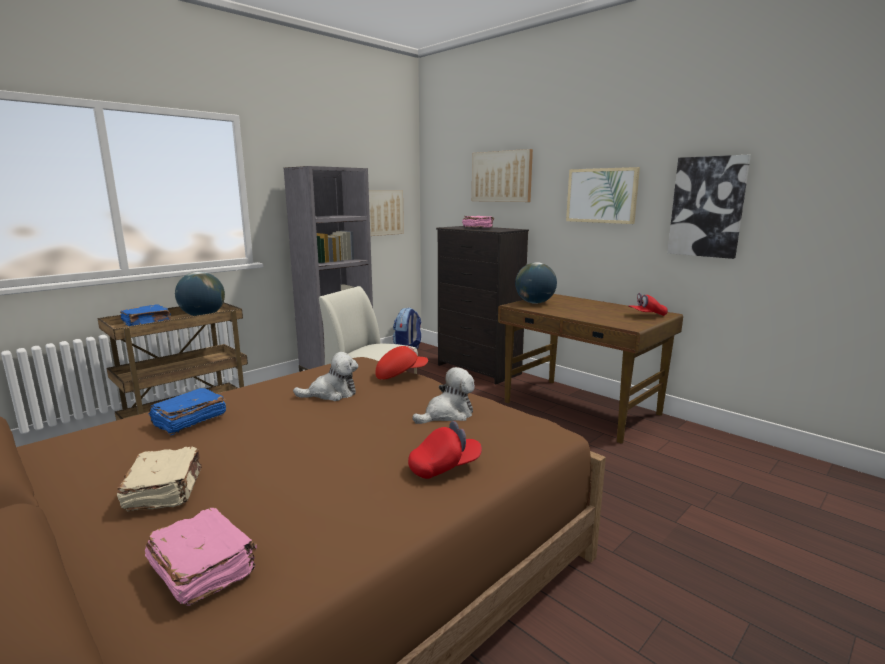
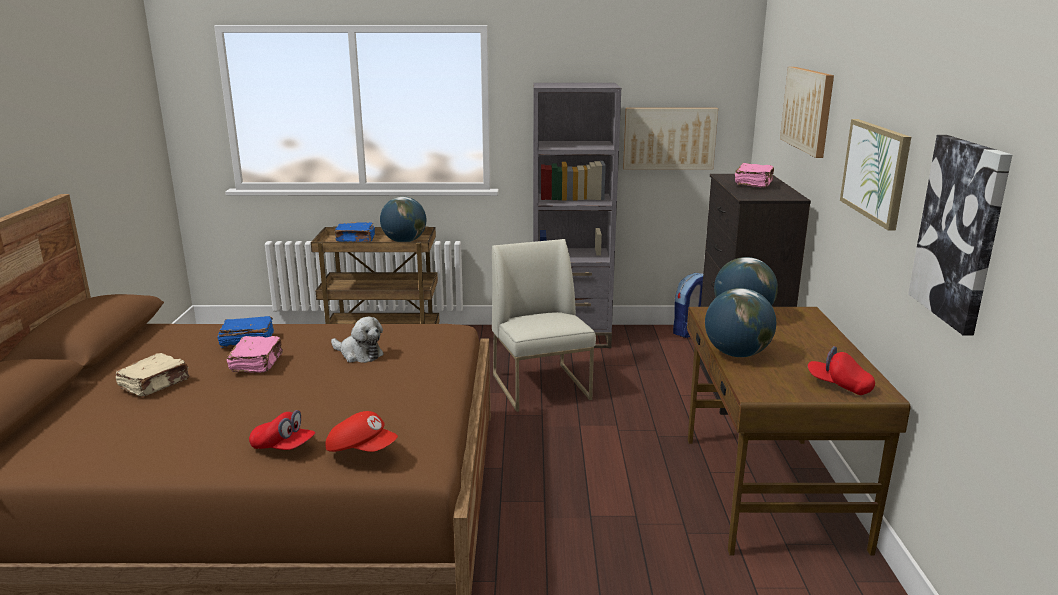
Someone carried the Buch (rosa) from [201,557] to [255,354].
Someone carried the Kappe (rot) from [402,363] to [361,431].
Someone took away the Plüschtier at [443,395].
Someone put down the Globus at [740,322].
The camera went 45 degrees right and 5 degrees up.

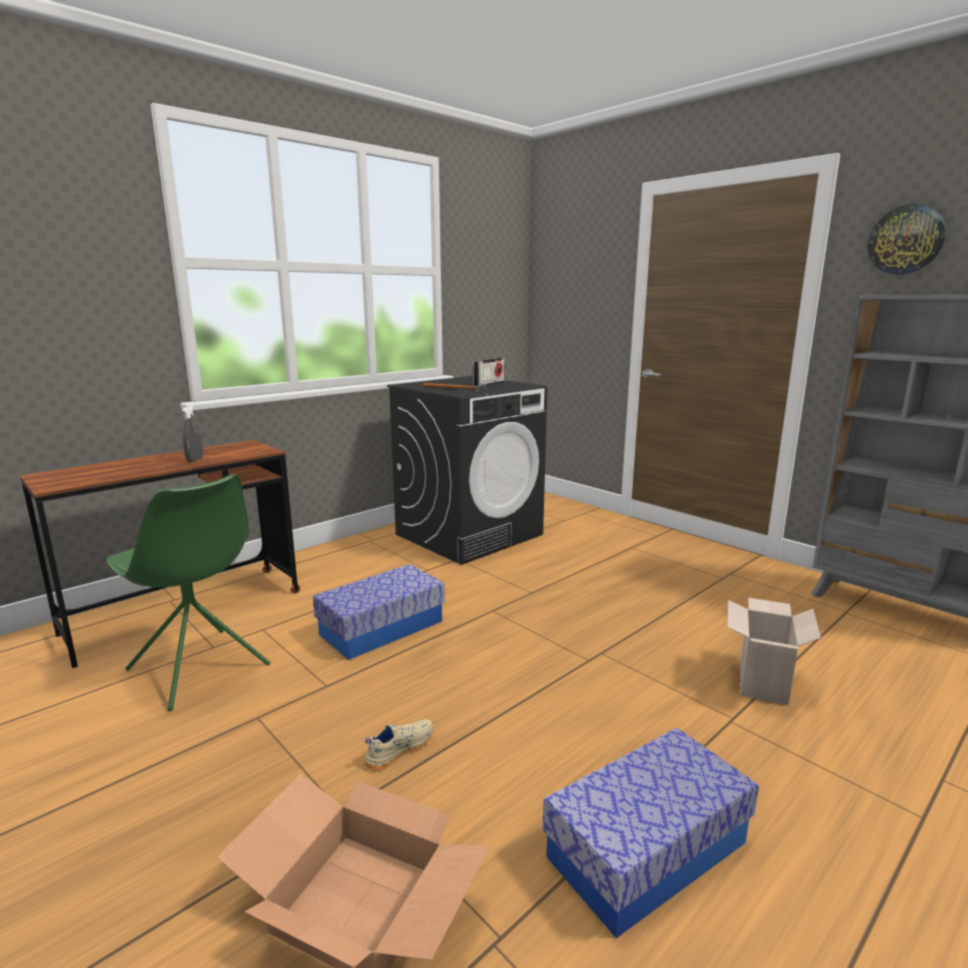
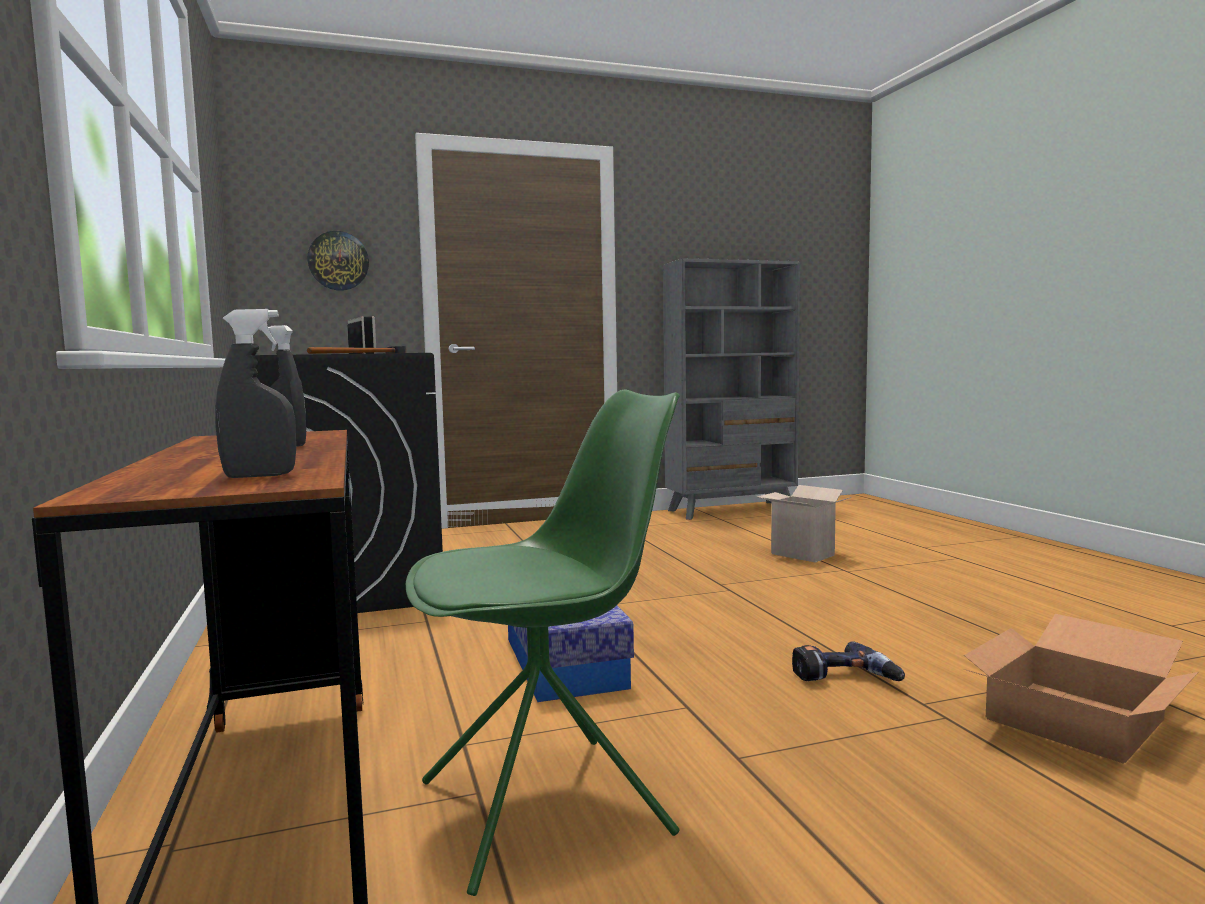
Someone swapped the Schuh (beige) at [399,745] for the Bohrmaschine at [848,661].
Someone took away the Aufbewahrungsbox at [650,833].
Someone carried the Wanduhr from [906,239] to [338,261].
Someone put down the Sprühflasche (grau) at [255,393].
The camera went 65 degrees left and 10 degrees down.

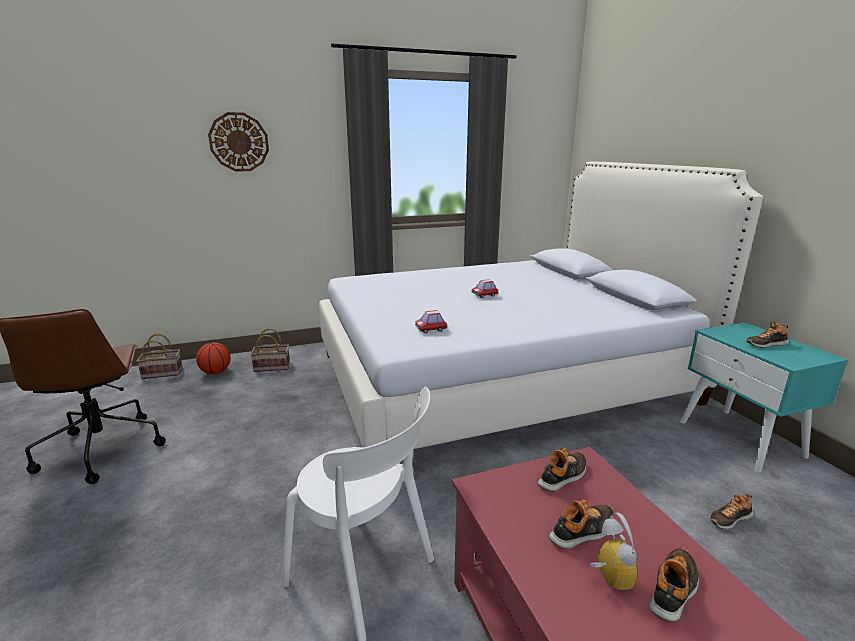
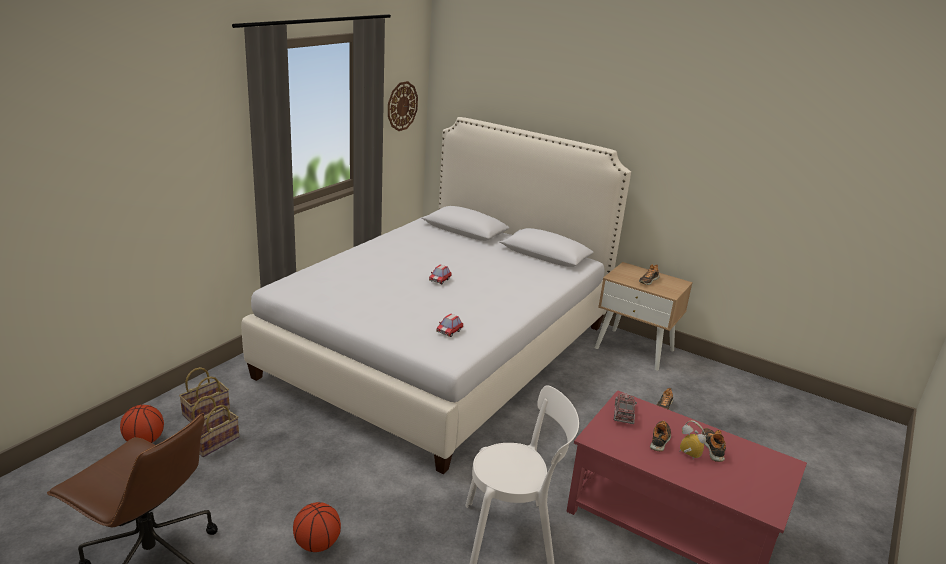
Someone carried the Korb from [160,356] to [215,426].
Someone carried the Wanduhr from [238,142] to [403,106].
Someone swapped the Schuh at [562,470] for the Spielzeuglaster at [625,408].
Someone repainted the Nachttisch (türkis) at [764,397], which became the Nachttisch (beige) at [644,316].
Someone put down the Basketball at [317,527].
The camera went 40 degrees left and 5 degrees up.

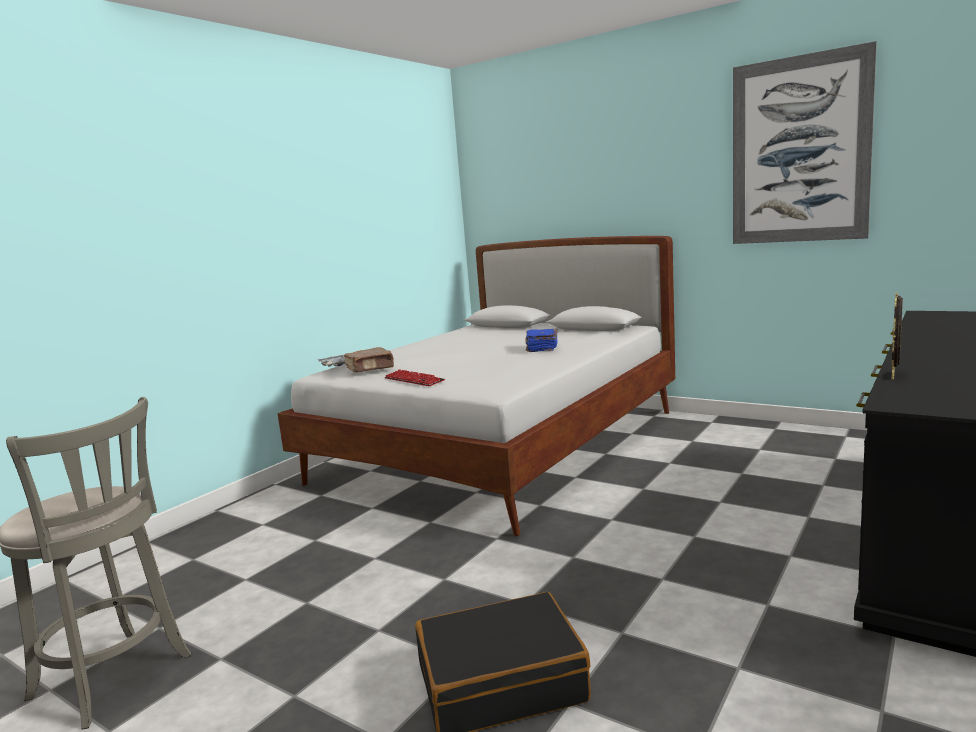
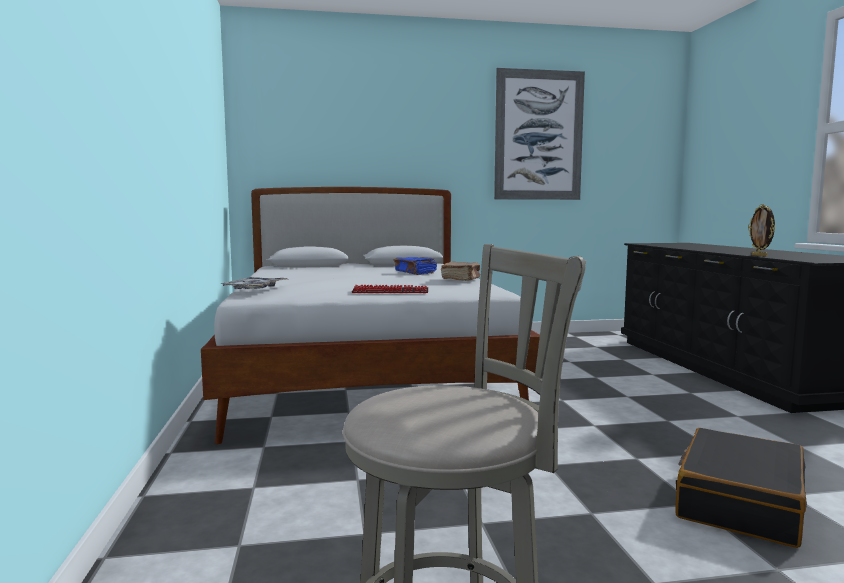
Someone carried the Buch (braun) from [369,359] to [460,271].
The camera went 45 degrees left and 5 degrees down.

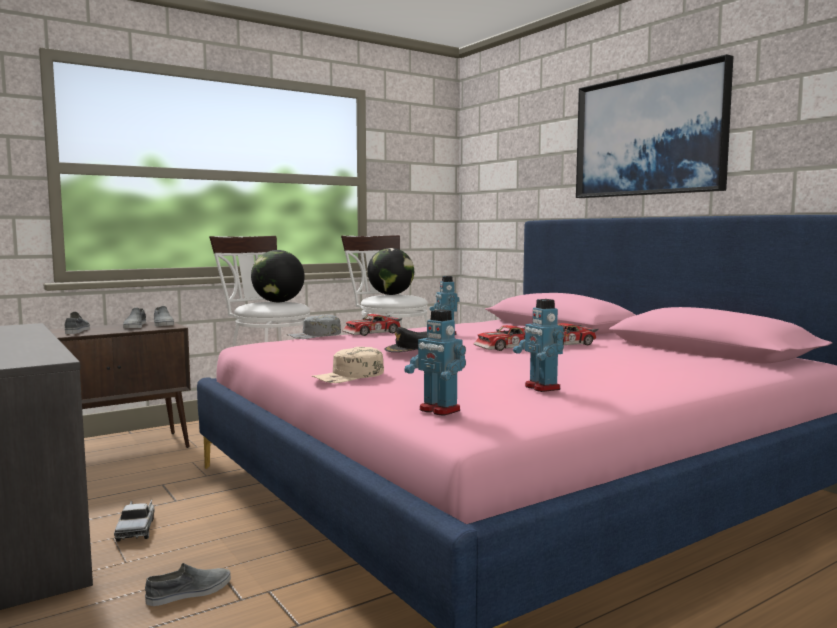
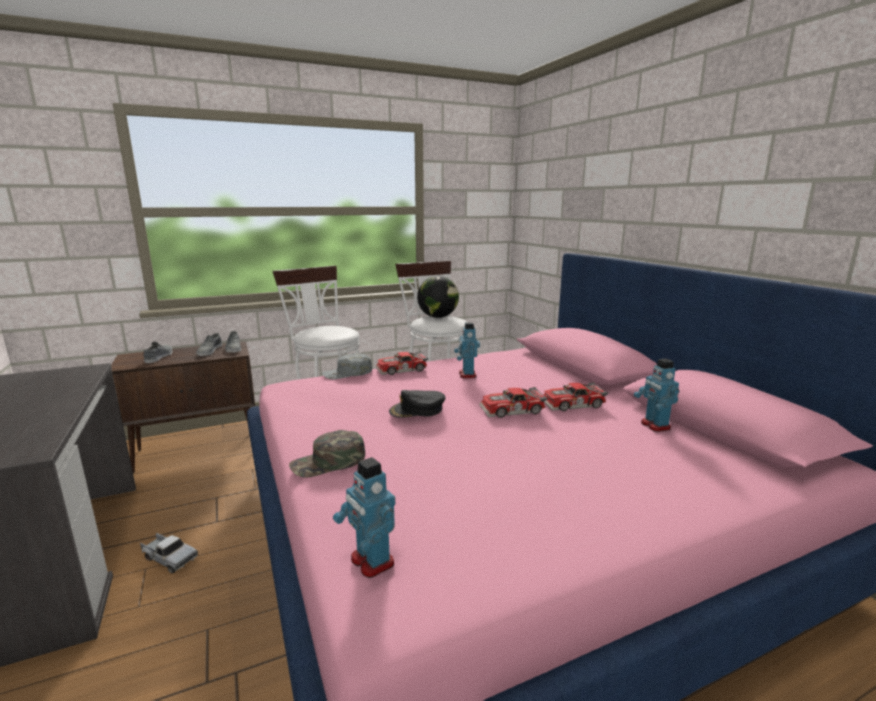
Someone rotated the Spielzeuglaster at [134,521] by 60 degrees counterclockwise.
Someone took away the Schuh (grau) at [188,584].
Someone took away the Globus at [278,276].
Someone repainted the Kappe (beige) at [347,365], which became the Kappe (grün) at [327,454].
Someone carried the Spielzeugroboter from [538,345] to [656,395].
Someone took away the Bild at [654,126].
The camera went 10 degrees right and 10 degrees up.

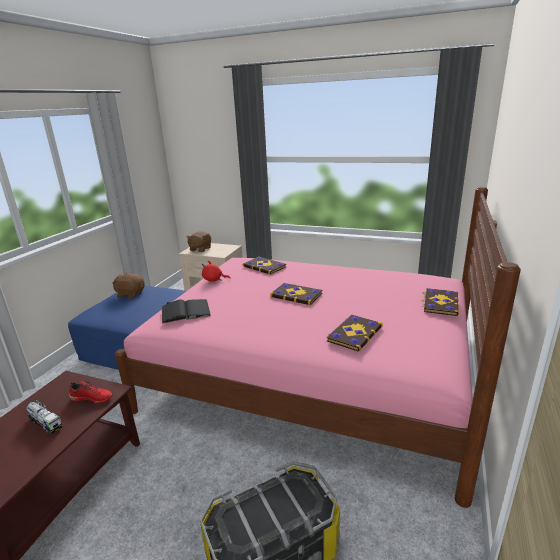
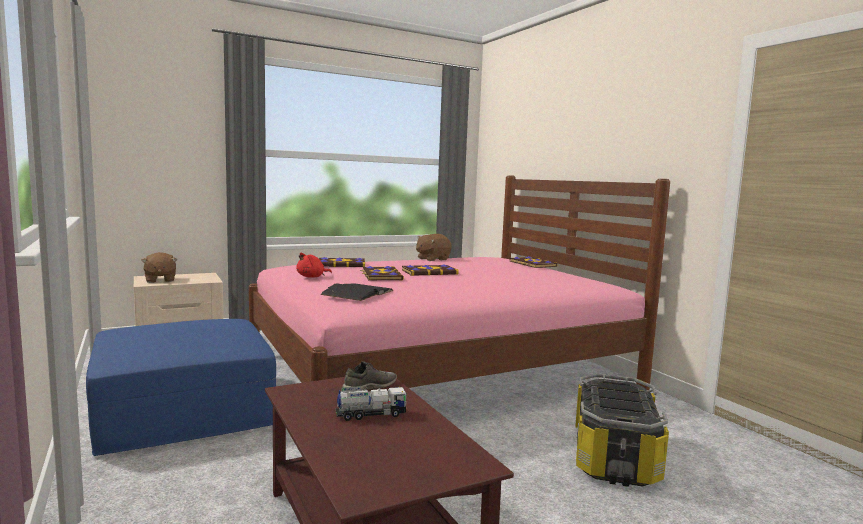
Someone repainted the Schuh (rot) at [91,392], which became the Schuh (grau) at [369,376].
Someone carried the Plüschtier (braun) from [128,285] to [434,247].
Someone carried the Buch from [355,333] to [382,273].
The camera went 50 degrees left and 15 degrees down.

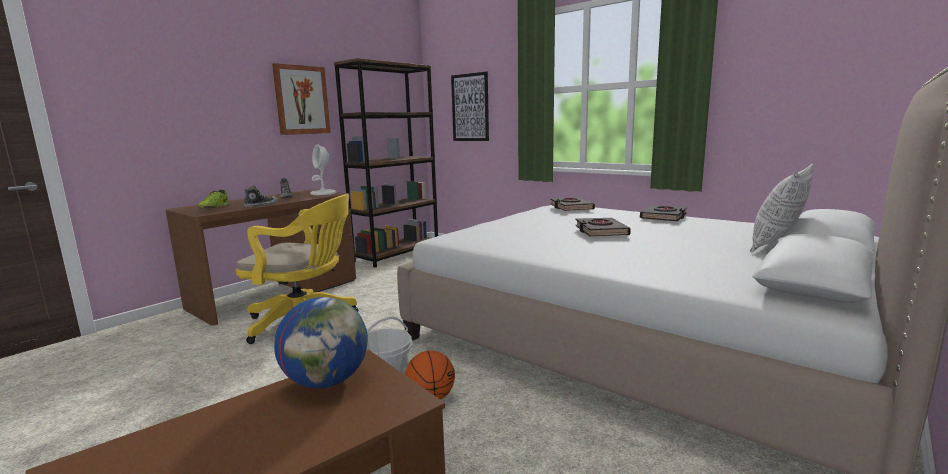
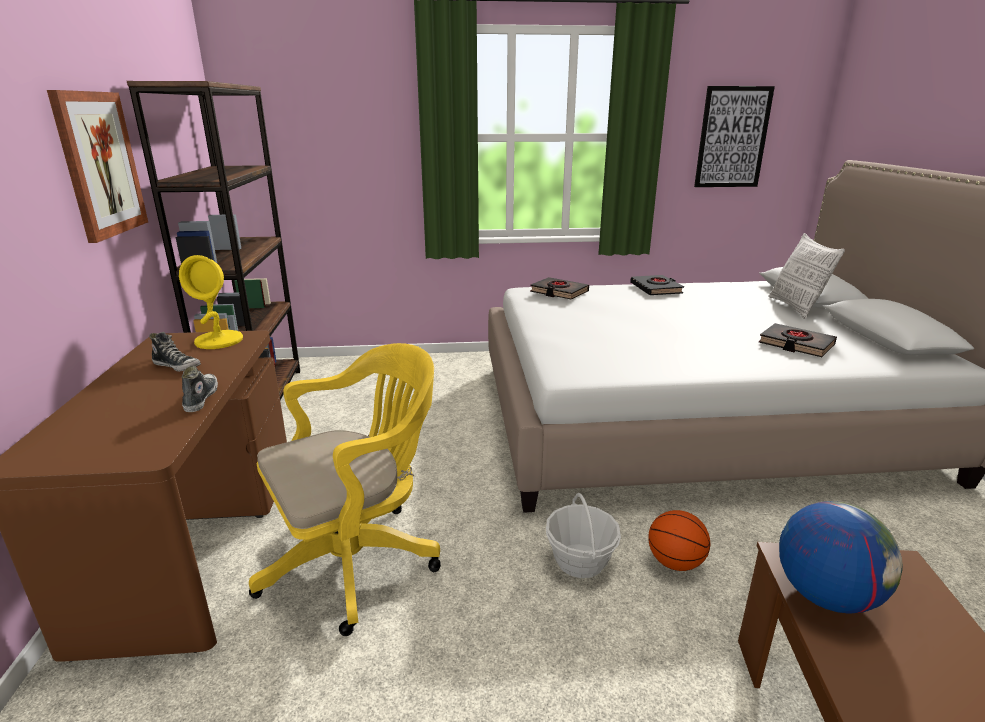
Someone took away the Schuh at [213,199].
Someone repainted the Tischlampe (weiß) at [323,169], which became the Tischlampe (gelb) at [211,302].
Someone carried the Bild from [470,106] to [734,136].
Someone carried the Buch (schwarz) from [603,227] to [798,340].
The camera went 45 degrees left and 10 degrees up.

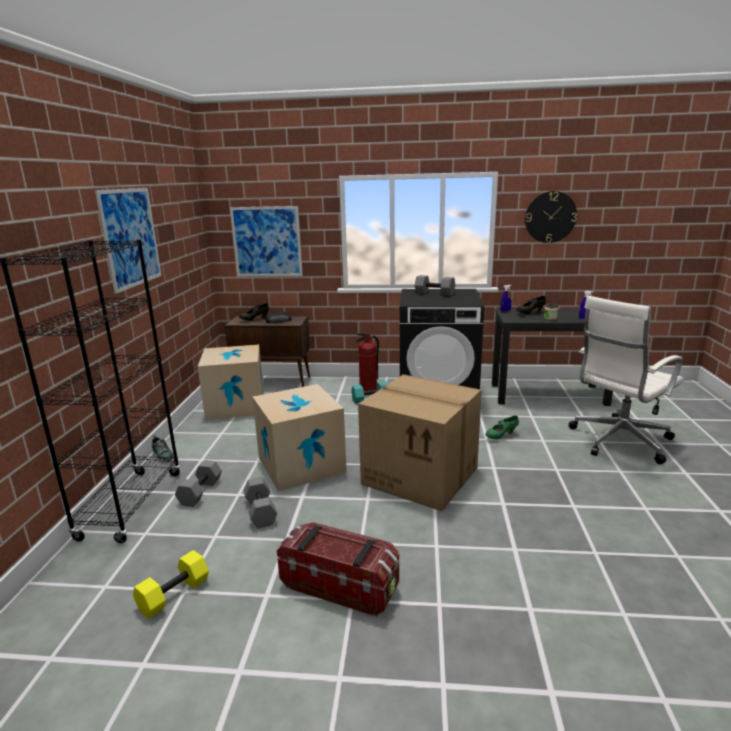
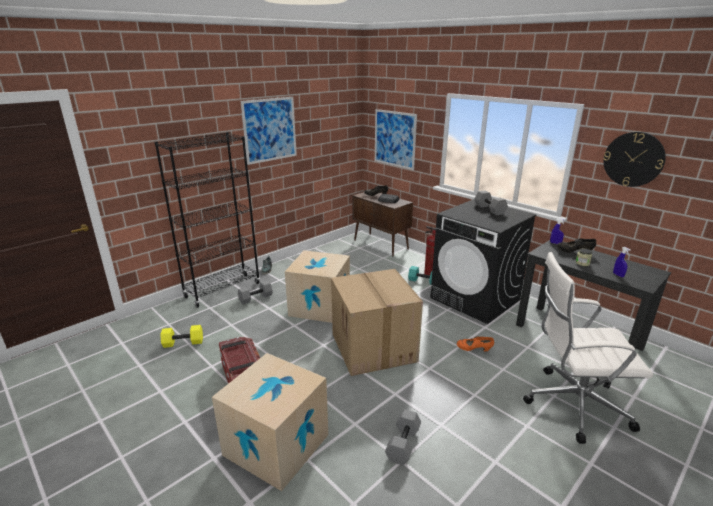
Someone carried the Karton from [230,382] to [270,422].
Someone carried the Hantel (grau) from [260,502] to [403,437].
Someone repainted the Schuh (grün) at [502,427], which became the Schuh (orange) at [475,344].
The camera went 40 degrees right and 5 degrees up.

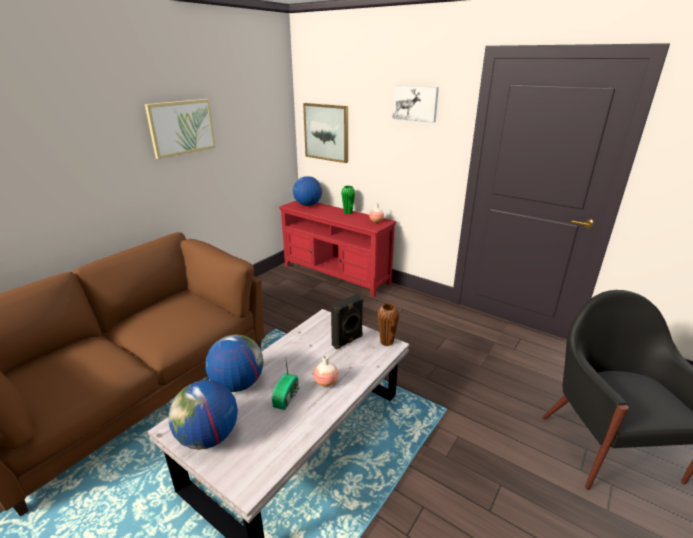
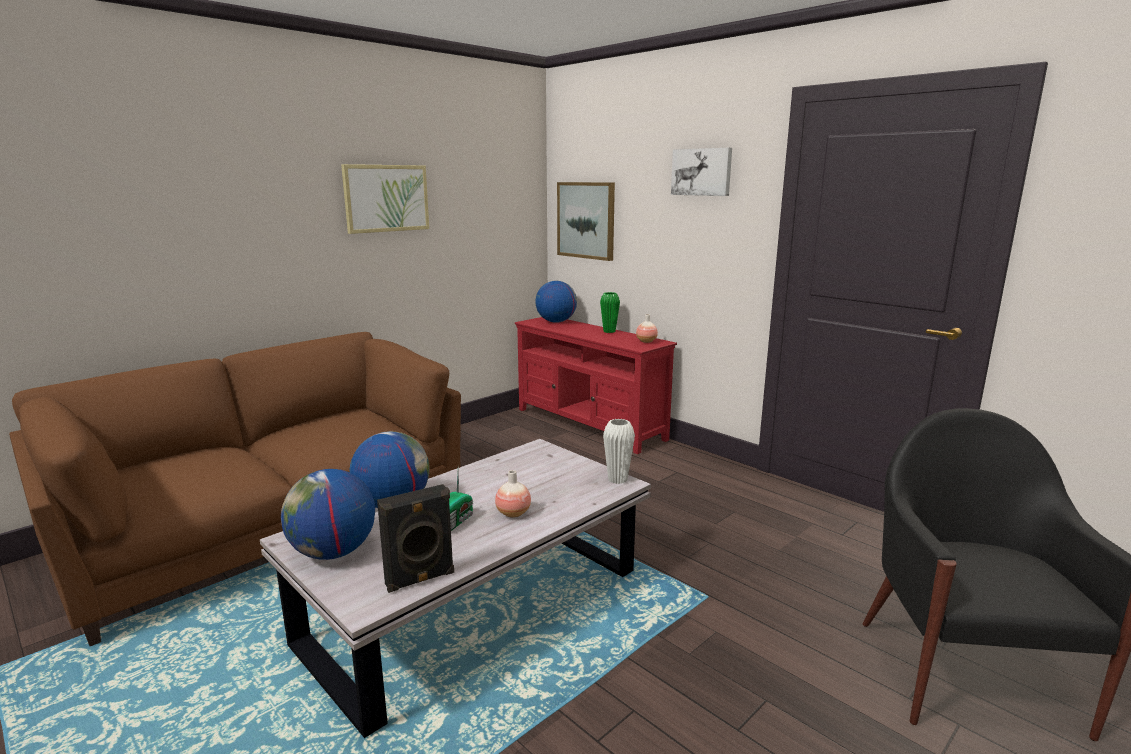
Someone carried the Lautsprecher (schwarz) from [347,321] to [415,538].
Someone repainted the Vase (braun) at [388,325], which became the Vase (weiß) at [619,451].
The camera went 10 degrees right and 10 degrees down.

